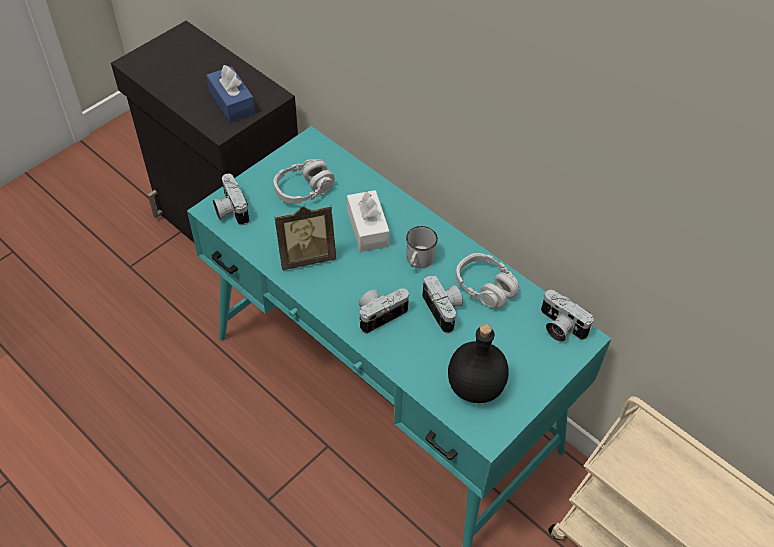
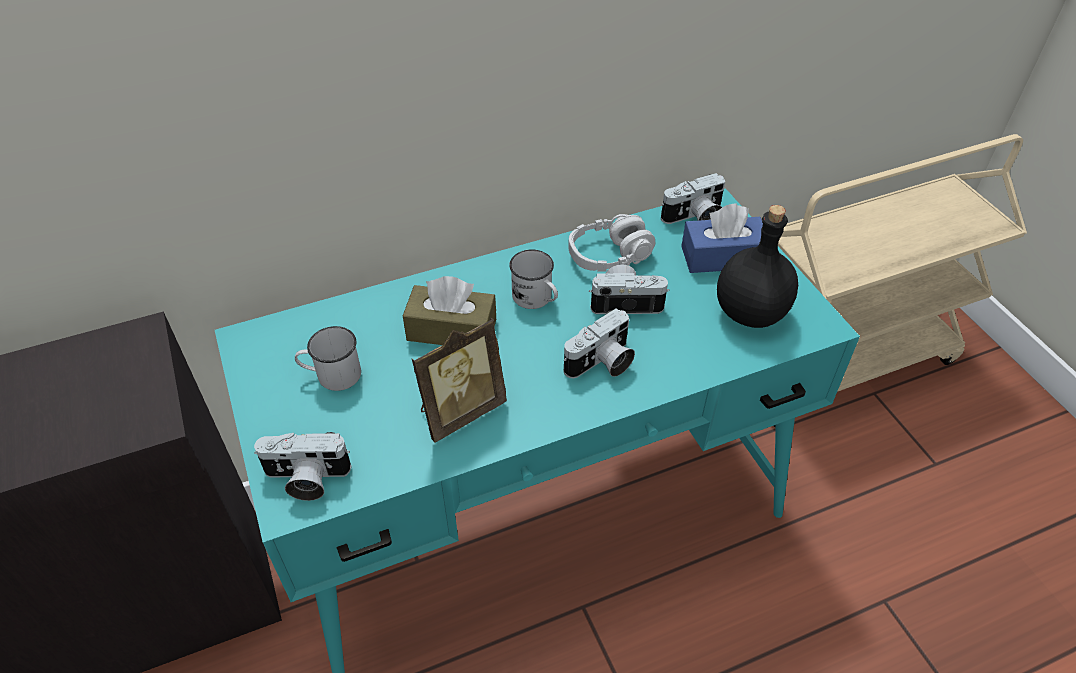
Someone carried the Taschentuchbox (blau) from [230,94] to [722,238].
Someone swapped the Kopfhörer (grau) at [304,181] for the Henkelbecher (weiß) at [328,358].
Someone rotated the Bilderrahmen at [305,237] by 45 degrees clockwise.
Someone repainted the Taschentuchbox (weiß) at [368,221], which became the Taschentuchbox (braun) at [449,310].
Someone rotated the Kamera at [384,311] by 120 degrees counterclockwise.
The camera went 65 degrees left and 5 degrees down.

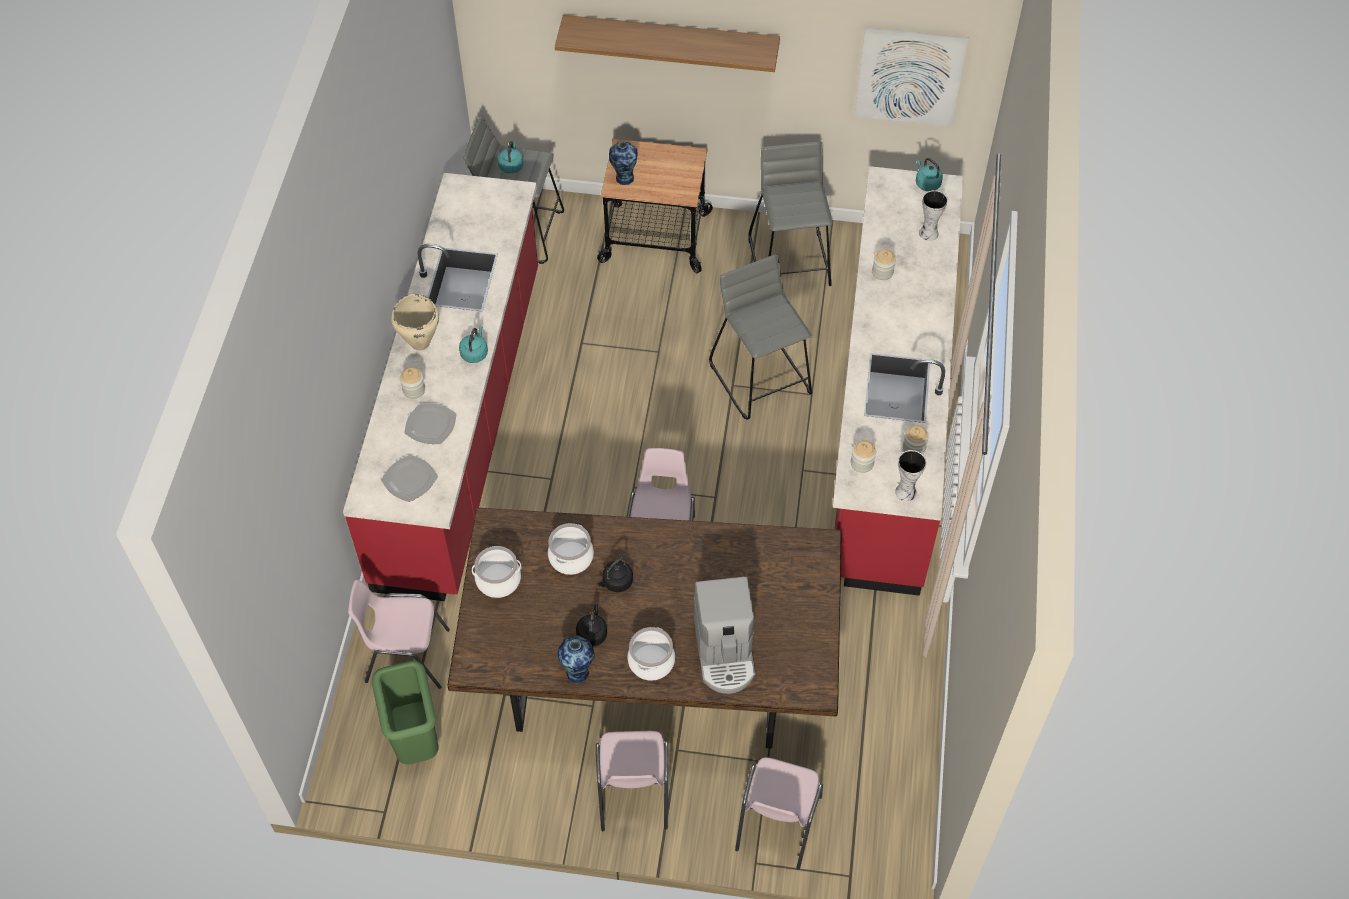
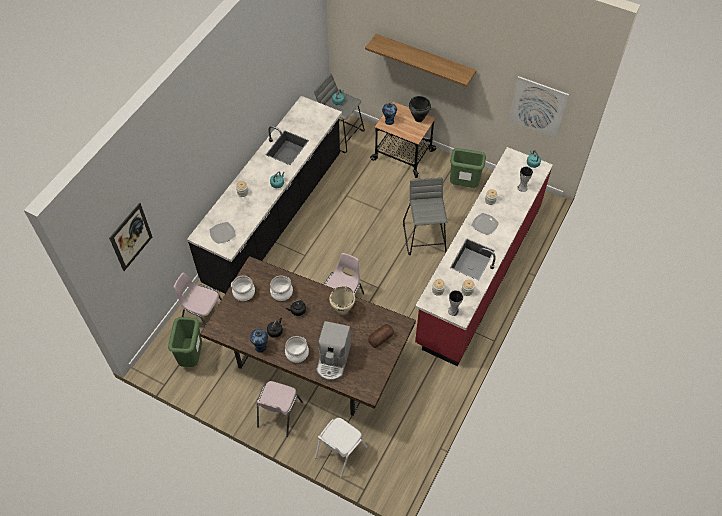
Someone repainted the Küchenzeile (rot) at [440,387], which became the Küchenzeile (schwarz) at [264,195].
Someone carried the Kochtopf (beige) from [415,322] to [342,300].
Someone carried the Teller from [430,423] to [485,224].
Someone repainted the Stuhl (rosa) at [779,813], which became the Stuhl (weiß) at [341,448].
Someone swapped the Hocker (grau) at [790,213] for the Mülleimer (grün) at [468,168].
Someone put up the Bild at [130,237].
Someone put down the Brot at [381,336].
Someone put down the Kochtopf (schwarz) at [420,109].
The camera went 20 degrees right and 0 degrees up.

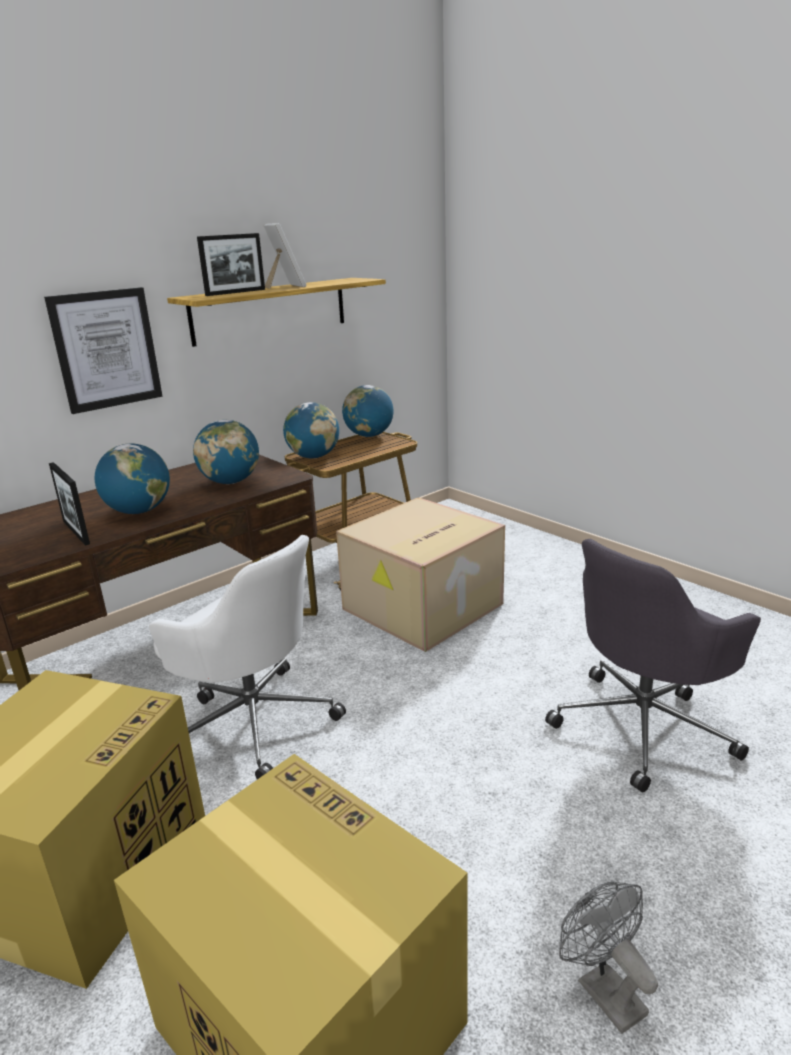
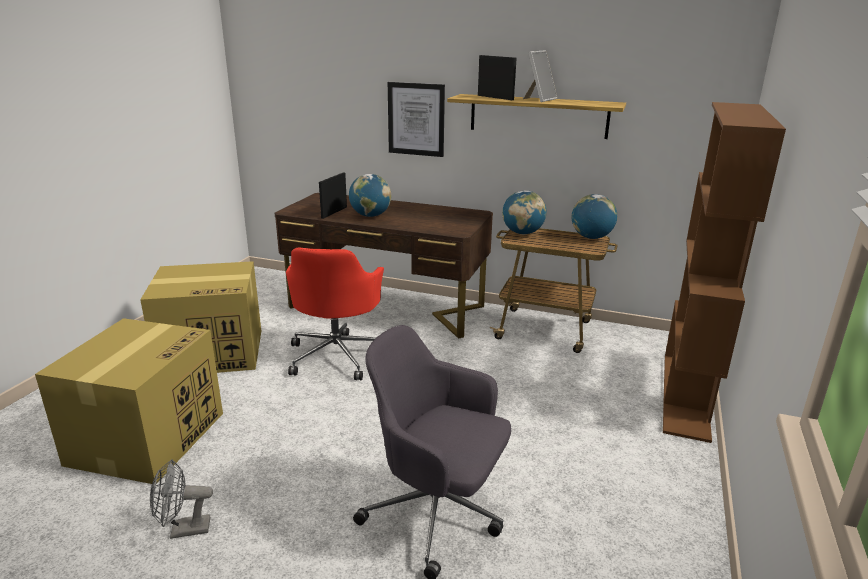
Someone repainted the Bürostuhl (weiß) at [247,657], which became the Bürostuhl (rot) at [335,313].
Someone took away the Globus at [226,452].
Someone rotated the Bilderrahmen at [231,264] by 150 degrees counterclockwise.
Someone took away the Karton at [420,574].
Someone rotated the Ventilator (grau) at [608,958] by 135 degrees counterclockwise.
Someone put down the Bücherregal (braun) at [724,272].
The camera went 60 degrees right and 0 degrees up.

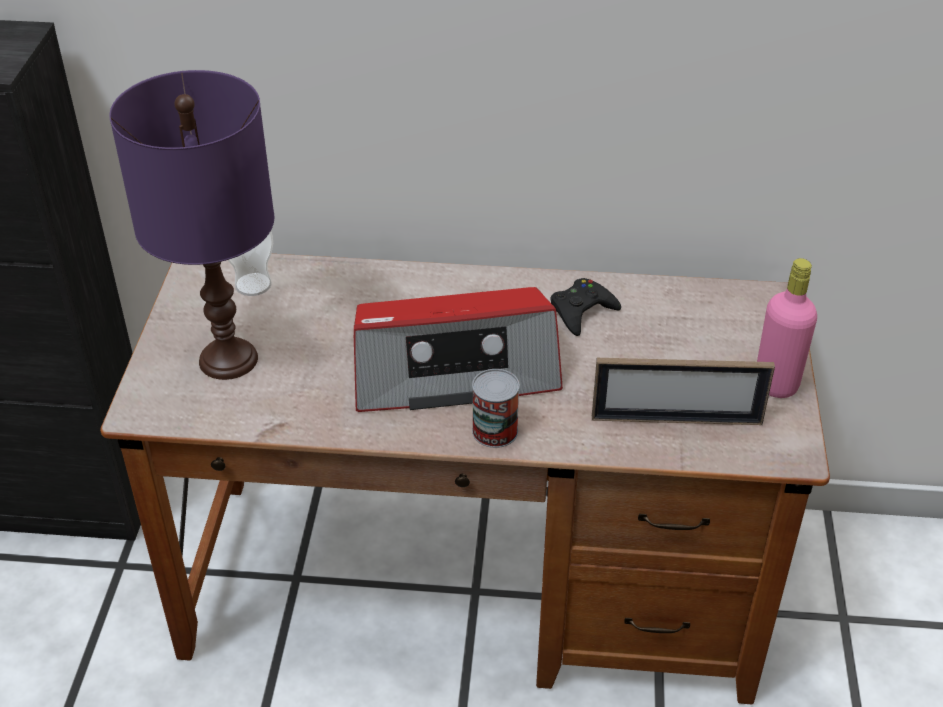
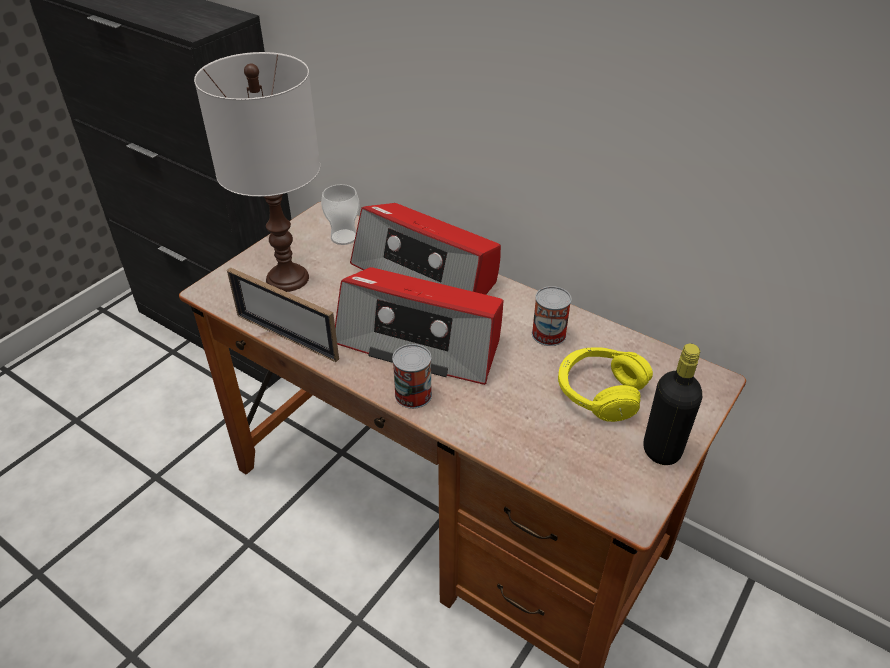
Someone repainted the Tischlampe (lila) at [191,225], which became the Tischlampe (weiß) at [257,172].
Someone swapped the Gamepad (schwarz) at [585,307] for the Dose at [551,316].
Someone carried the Bilderrahmen from [683,391] to [283,314].
Someone repainted the Flasche (rosa) at [787,328], which became the Flasche (schwarz) at [672,404].
Someone put down the Radio at [425,249].
Someone put down the Kopfhörer (gelb) at [605,385].
The camera went 30 degrees right and 0 degrees up.

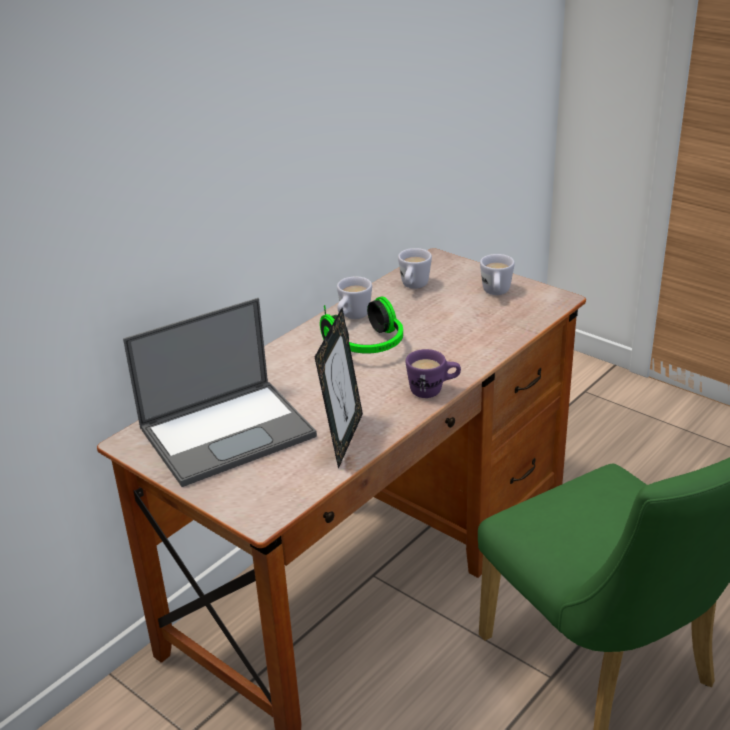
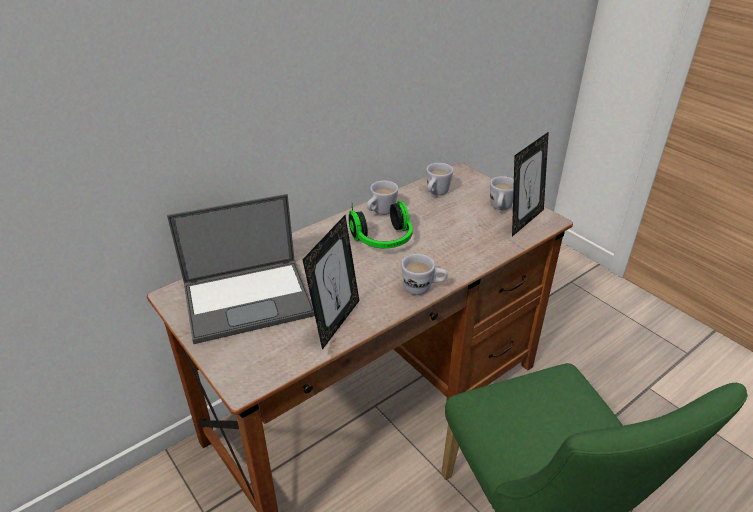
Someone repainted the Henkelbecher (lila) at [433,373], which became the Henkelbecher (weiß) at [424,274].
Someone put down the Bilderrahmen at [530,184].
The camera went 10 degrees right and 5 degrees up.

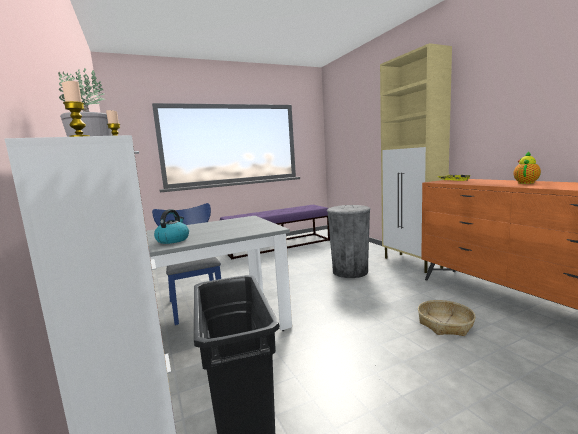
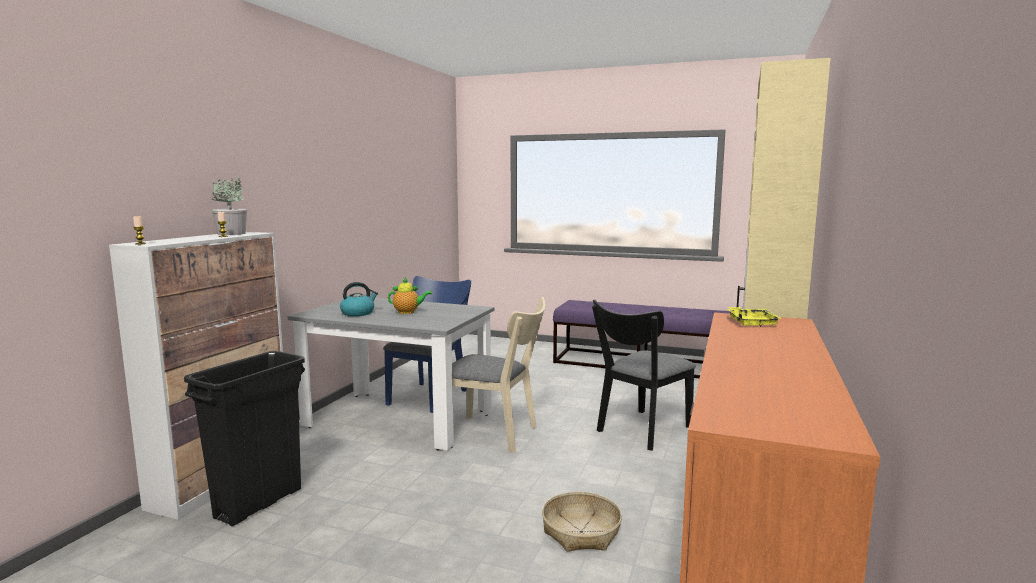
Someone swapped the Mülleimer (grau) at [349,241] for the Stuhl (schwarz) at [644,375].
Someone carried the Teekanne from [527,167] to [410,295].
Someone put down the Stuhl (beige) at [499,375].
The camera went 45 degrees right and 0 degrees up.

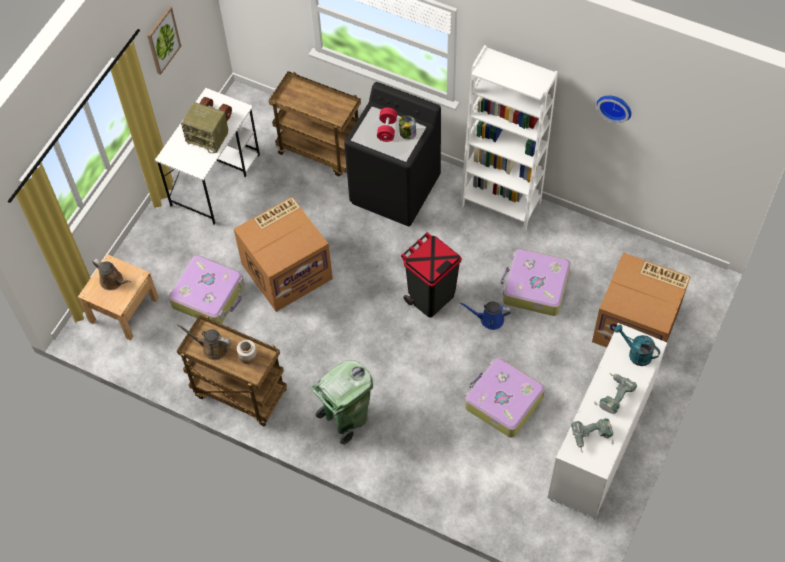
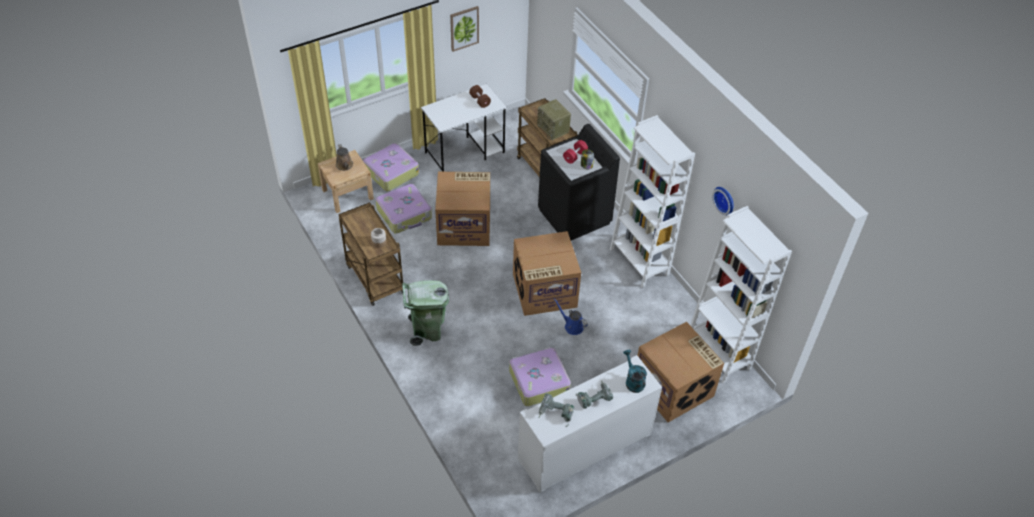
Someone took away the Gießkanne (braun) at [204,342].
Someone carried the Radio from [205,127] to [554,119].
Someone swapped the Mülleimer (schwarz) at [431,275] for the Karton at [547,273].
Someone carried the Koffer from [536,282] to [391,167].
Someone put down the Bücherregal (weiß) at [741,294].
The camera went 30 degrees right and 10 degrees down.

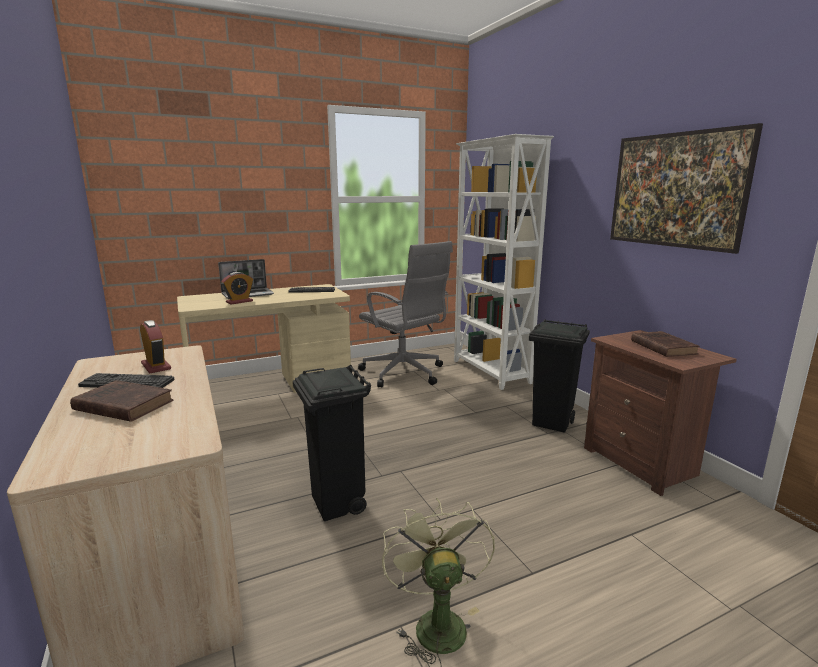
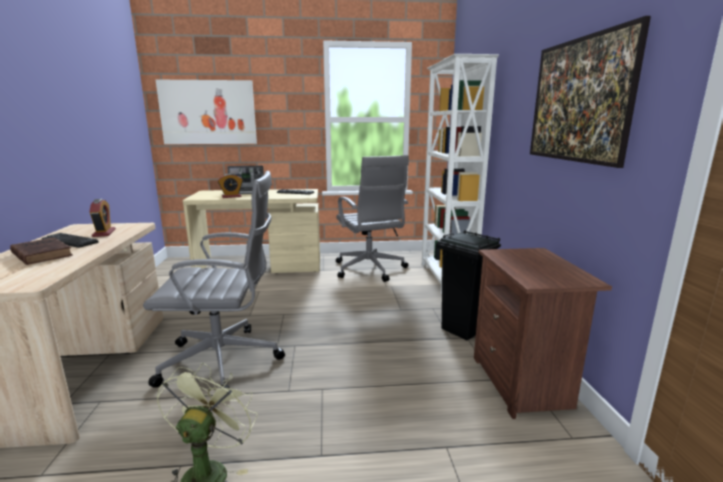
Someone swapped the Mülleimer (schwarz) at [332,443] for the Bürostuhl (grau) at [214,279].
Someone took away the Buch (braun) at [665,344].
Someone put up the Bild at [206,111].
The camera went 20 degrees right and 0 degrees up.

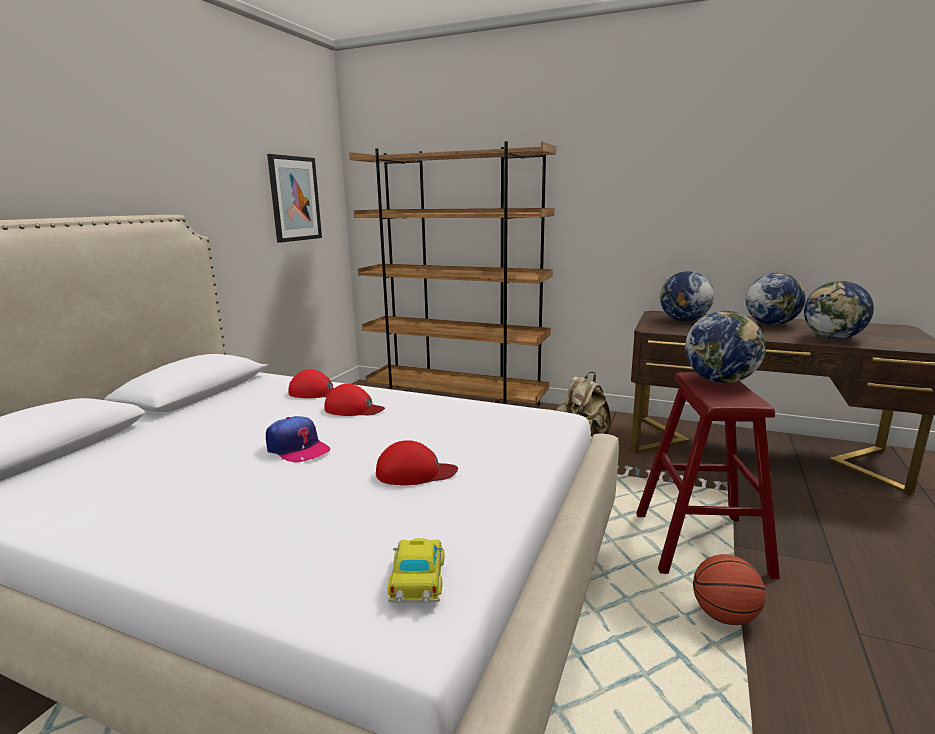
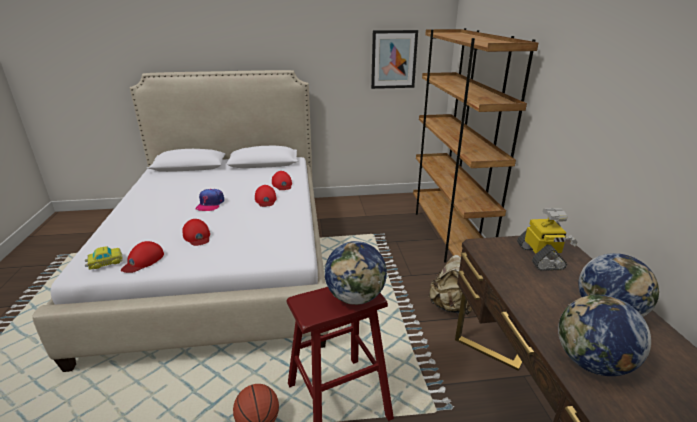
Someone swapped the Globus at [687,296] for the Spielzeugroboter at [547,239].
Someone put down the Kappe (rot) at [142,257].
The camera went 60 degrees right and 10 degrees up.

